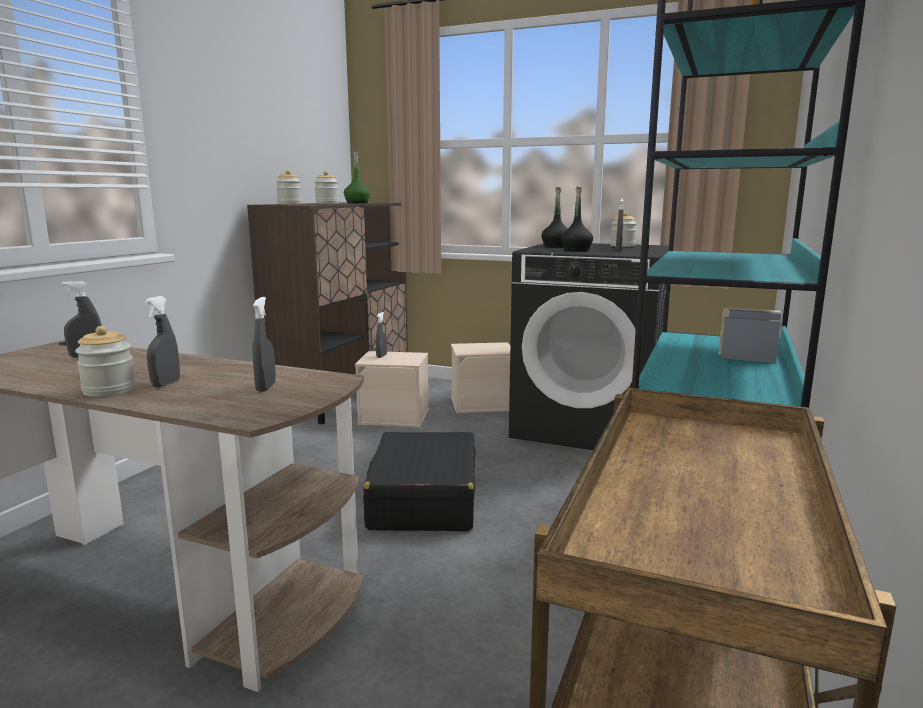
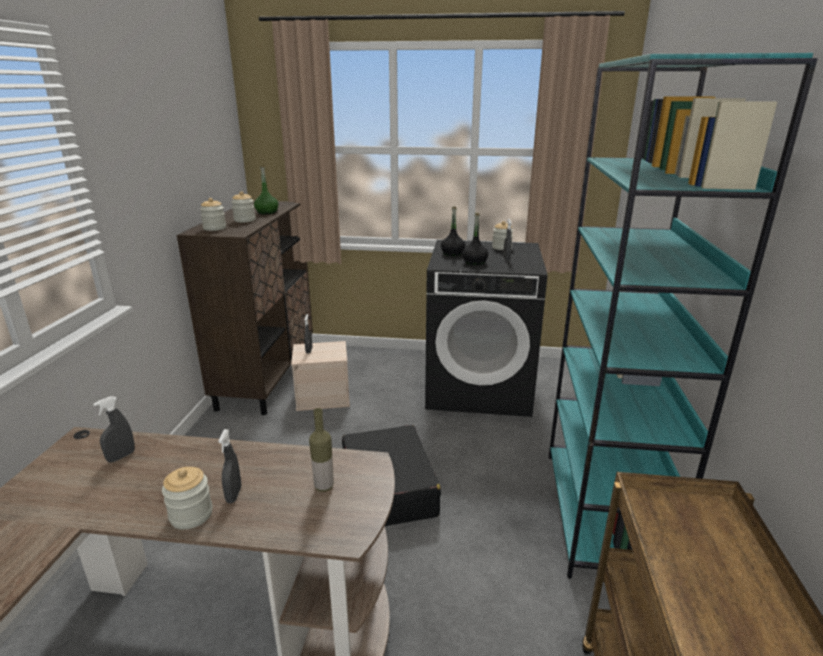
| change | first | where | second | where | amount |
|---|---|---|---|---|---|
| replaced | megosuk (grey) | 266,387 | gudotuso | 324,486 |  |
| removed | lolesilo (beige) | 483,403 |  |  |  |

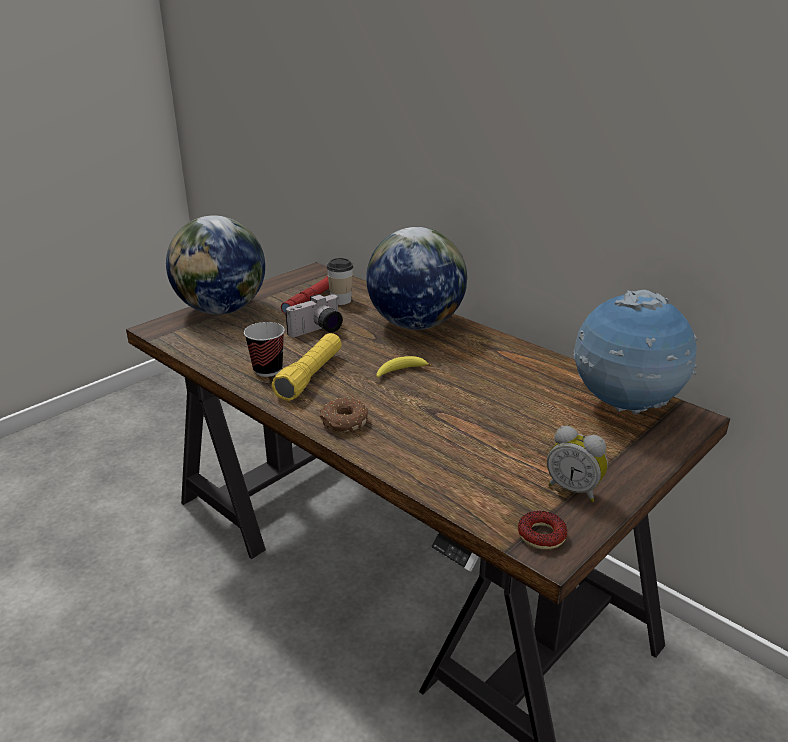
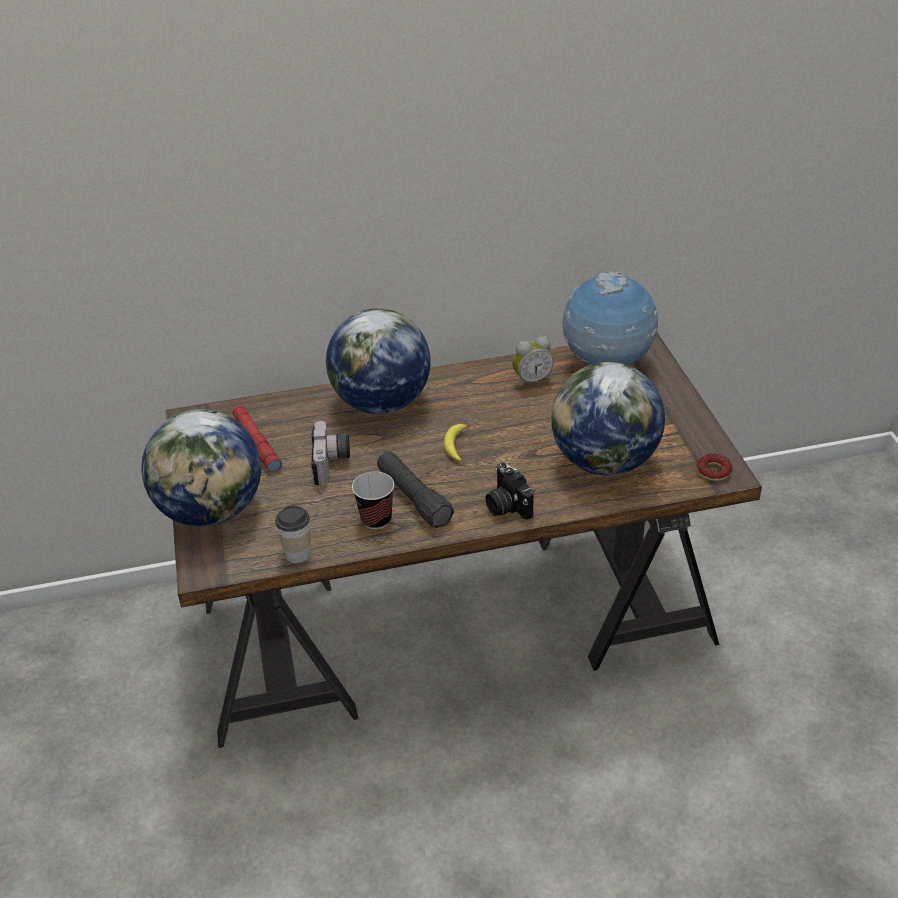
| change | first | where | second | where | amount |
|---|---|---|---|---|---|
| moved | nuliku | 341,300 |  | 297,553 |  |
| recoloured | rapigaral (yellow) | 310,376 | rapigaral (black) | 413,498 |  |
| replaced | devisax | 344,422 | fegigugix | 506,506 |  |
| moved | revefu | 574,489 |  | 531,380 |  |
| added |  |  | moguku | 604,462 |  |

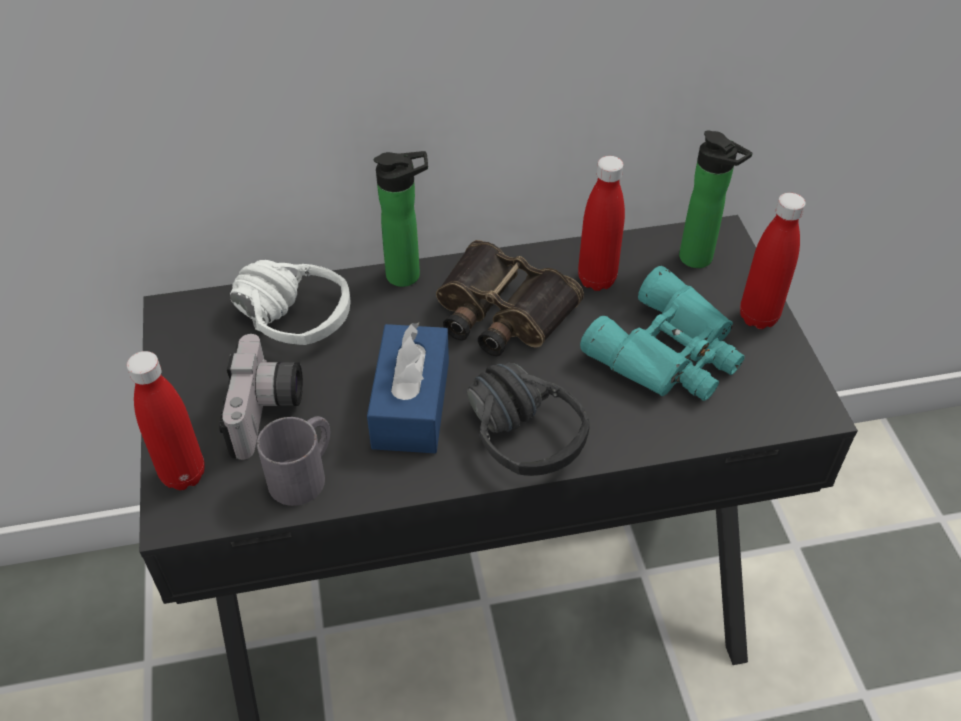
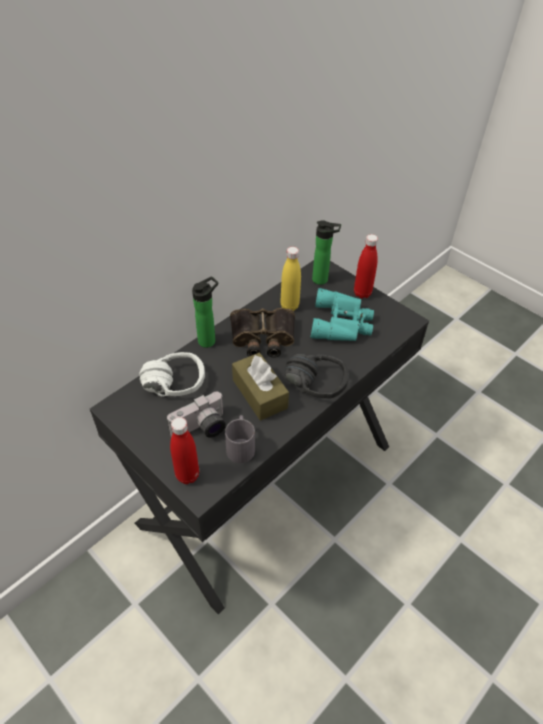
| change | first | where | second | where | amount |
|---|---|---|---|---|---|
| recoloured | gudotuso (red) | 596,279 | gudotuso (yellow) | 289,306 |  |
| recoloured | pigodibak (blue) | 411,404 | pigodibak (brown) | 259,394 |  |
| turned | fegigugix | 268,413 |  | 201,429 | 90 degrees clockwise |

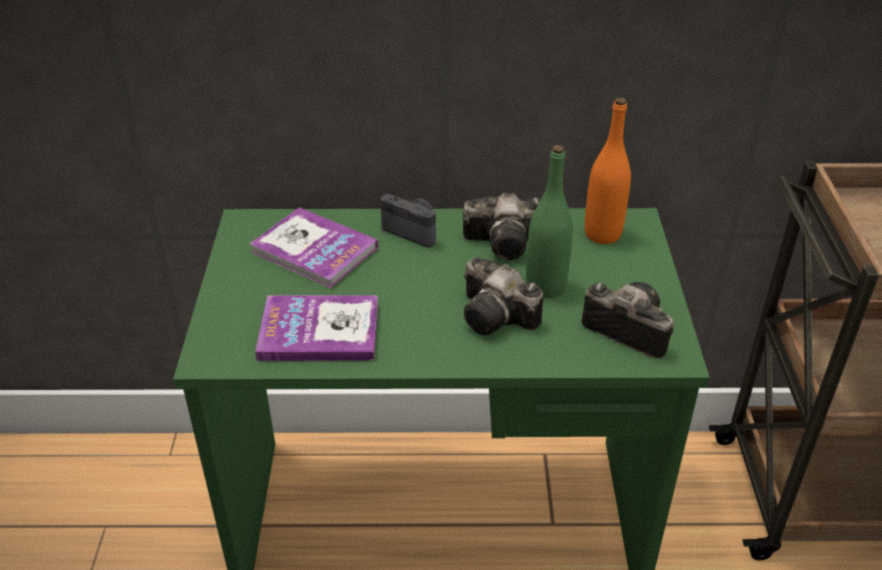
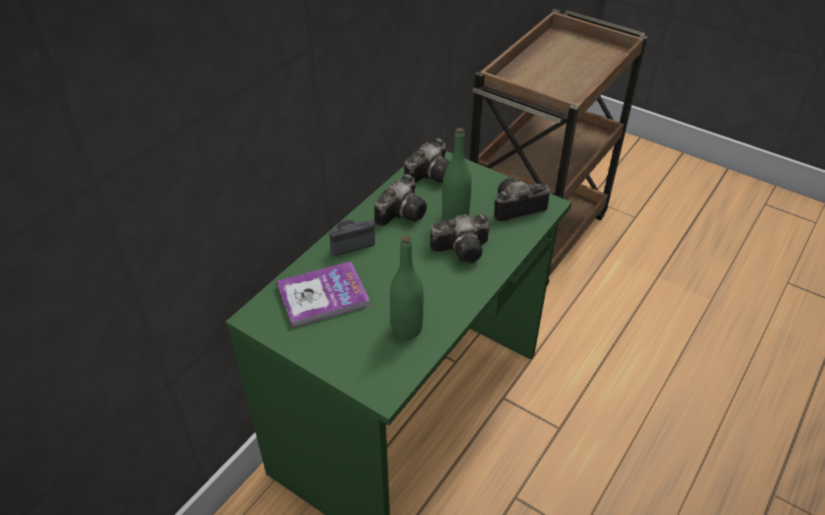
| change | first | where | second | where | amount |
|---|---|---|---|---|---|
| replaced | gudotuso (orange) | 602,234 | fegigugix | 432,174 |  |
| replaced | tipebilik | 319,331 | gudotuso (green) | 407,328 |  |

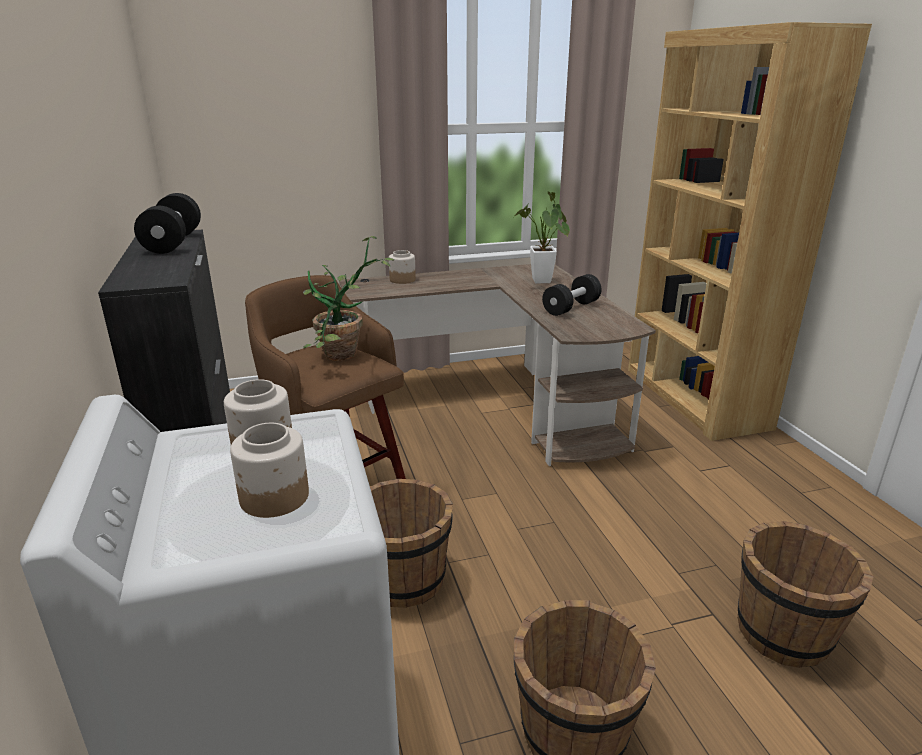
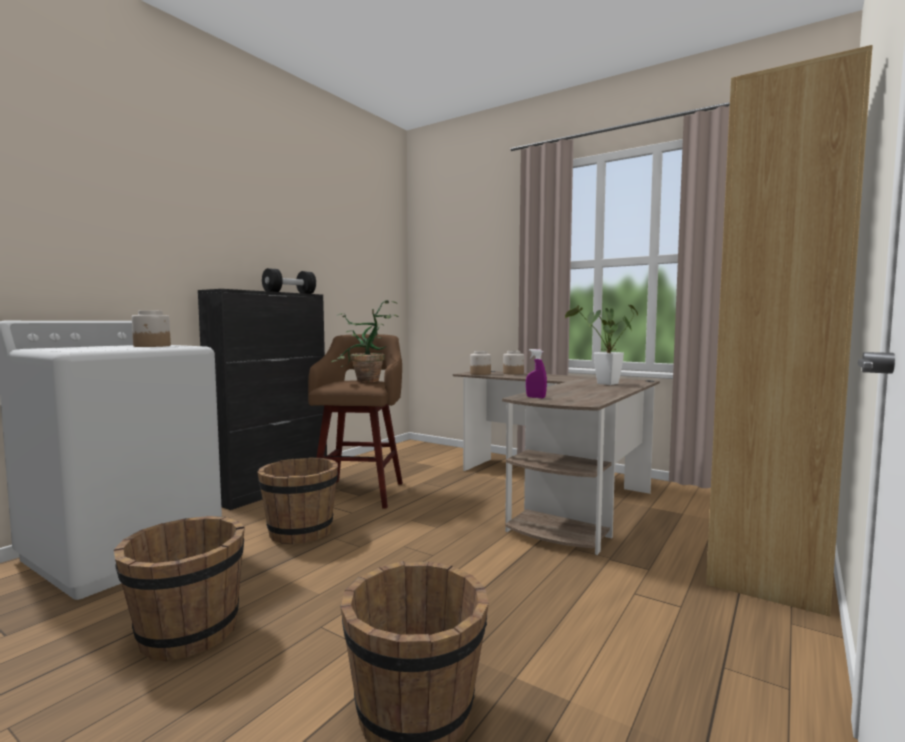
| change | first | where | second | where | amount |
|---|---|---|---|---|---|
| removed | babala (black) | 571,308 |  |  |  |
| moved | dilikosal | 274,498 |  | 480,374 |  |
| added |  |  | megosuk (purple) | 535,397 |  |

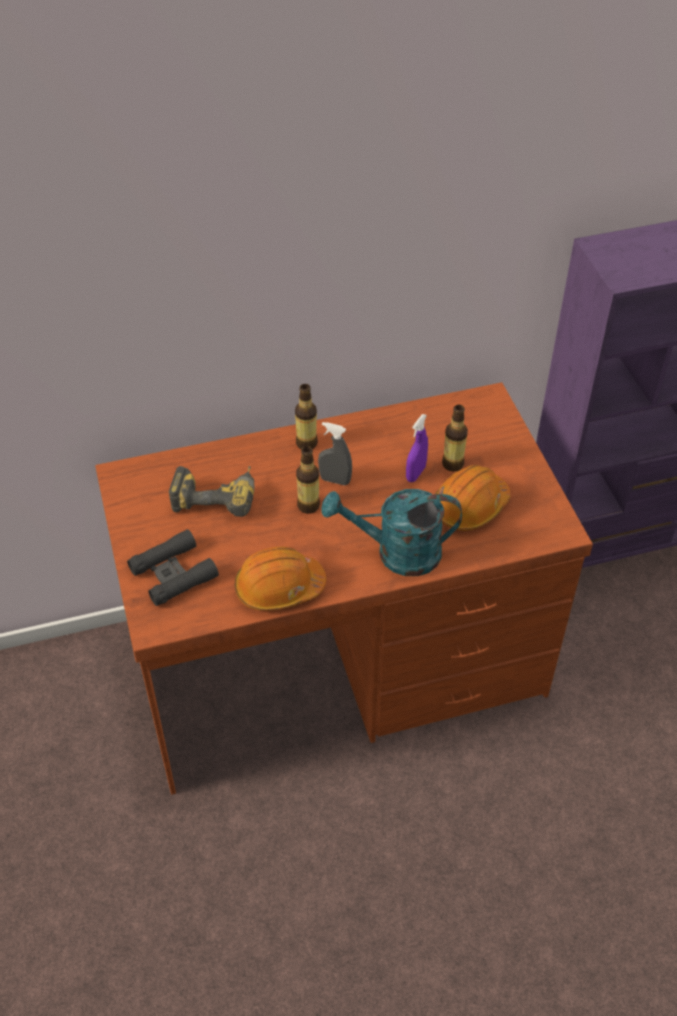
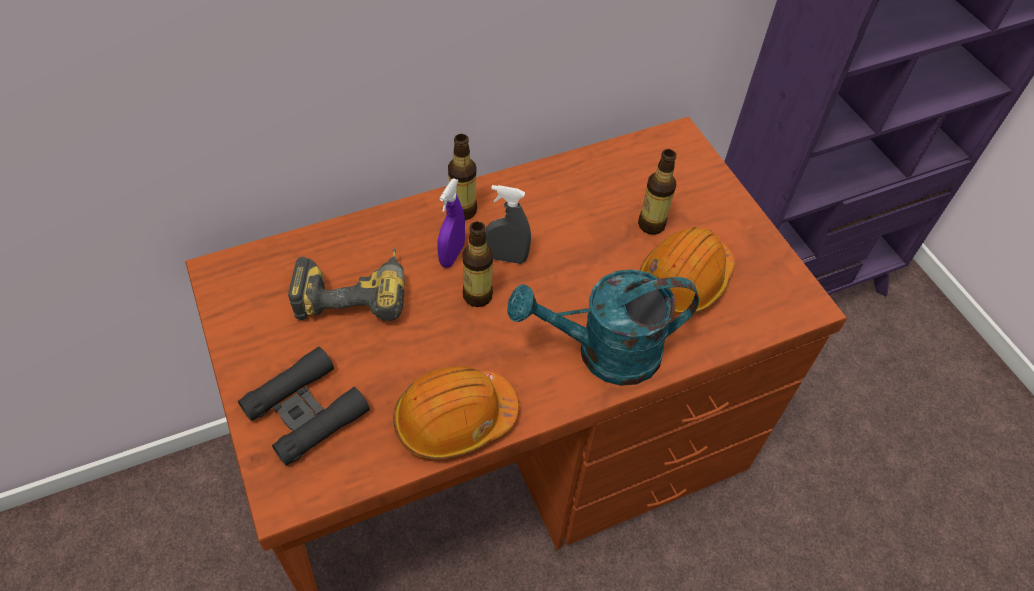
| change | first | where | second | where | amount |
|---|---|---|---|---|---|
| moved | megosuk (purple) | 415,473 |  | 452,255 |  |

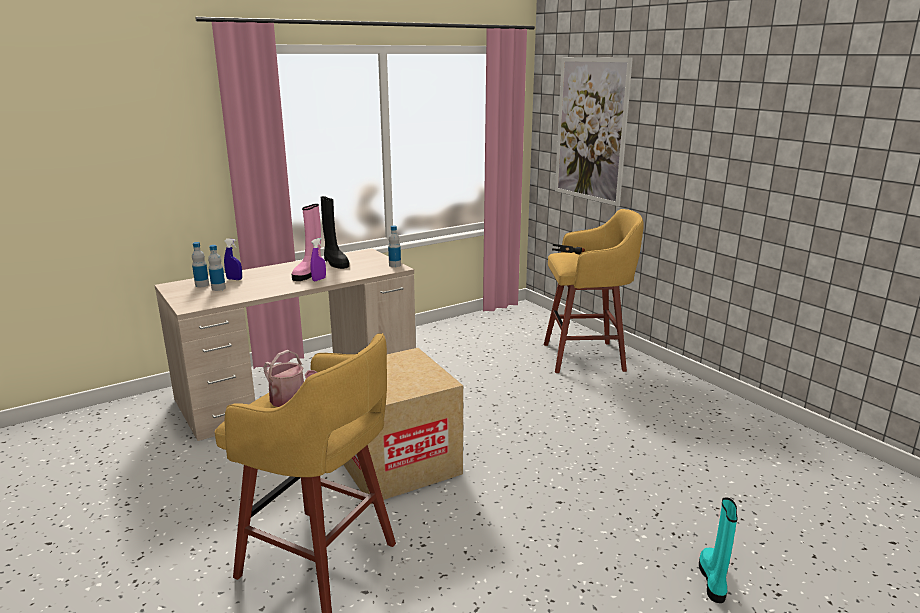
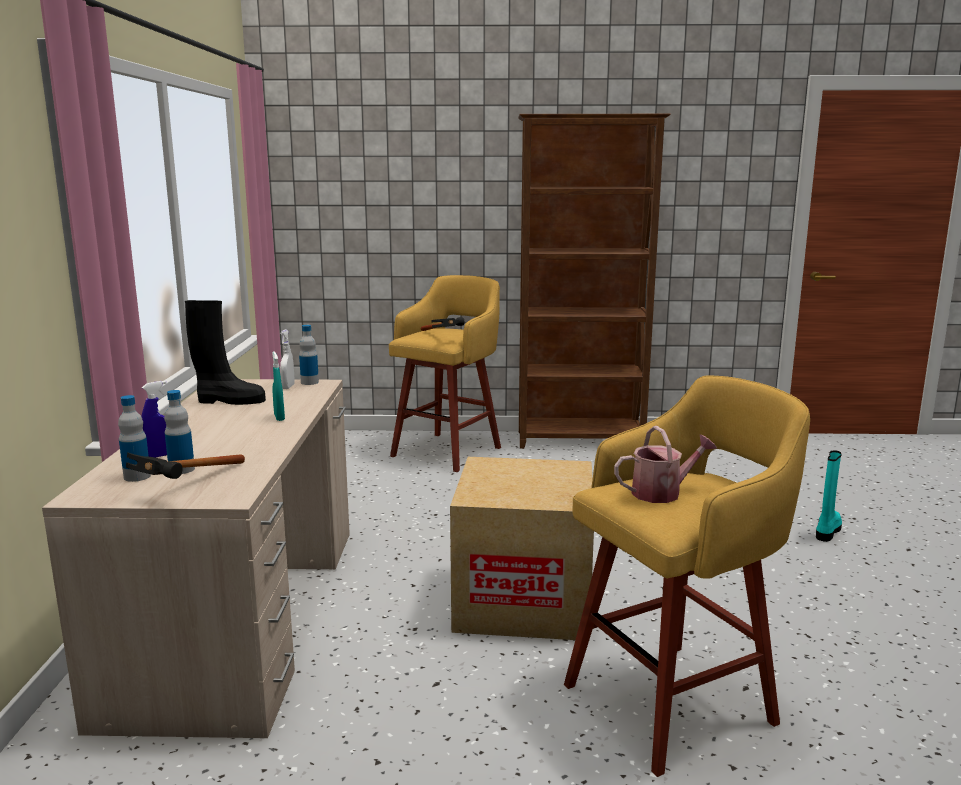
| change | first | where | second | where | amount |
|---|---|---|---|---|---|
| removed | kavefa | 591,130 |  |  |  |
| removed | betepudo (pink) | 309,274 |  |  |  |
| recoloured | megosuk (purple) | 319,279 | megosuk (turquoise) | 279,417 |  |
| turned | betepudo (turquoise) | 713,580 |  | 827,531 | 75 degrees clockwise |
| added |  |  | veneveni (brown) | 581,441 |  |
| added |  |  | megosuk (white) | 288,387 |  |
| added |  |  | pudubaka | 186,488 |  |

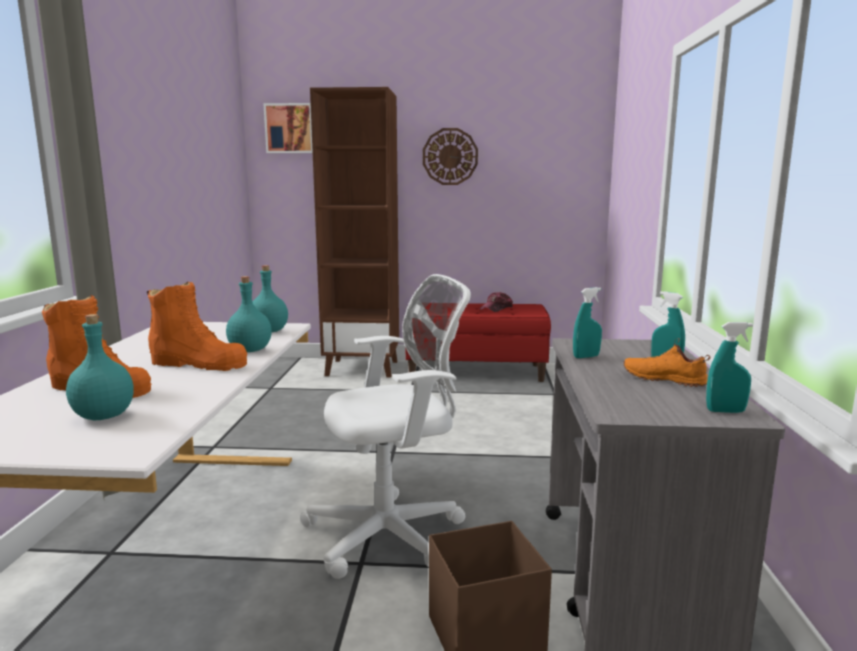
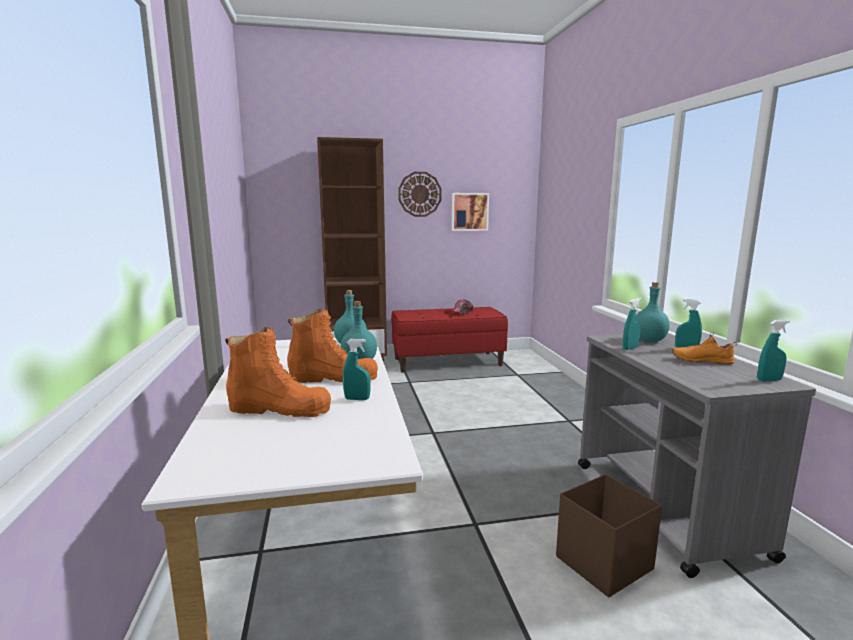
| change | first | where | second | where | amount |
|---|---|---|---|---|---|
| moved | kavefa | 290,128 |  | 469,211 |  |
| removed | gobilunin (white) | 392,535 |  |  |  |
| moved | gudotuso (turquoise) | 105,416 |  | 649,340 |  |
| added |  |  | megosuk (turquoise) | 357,399 |  |

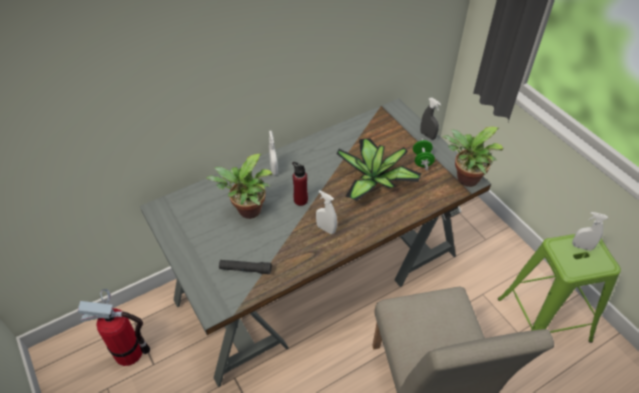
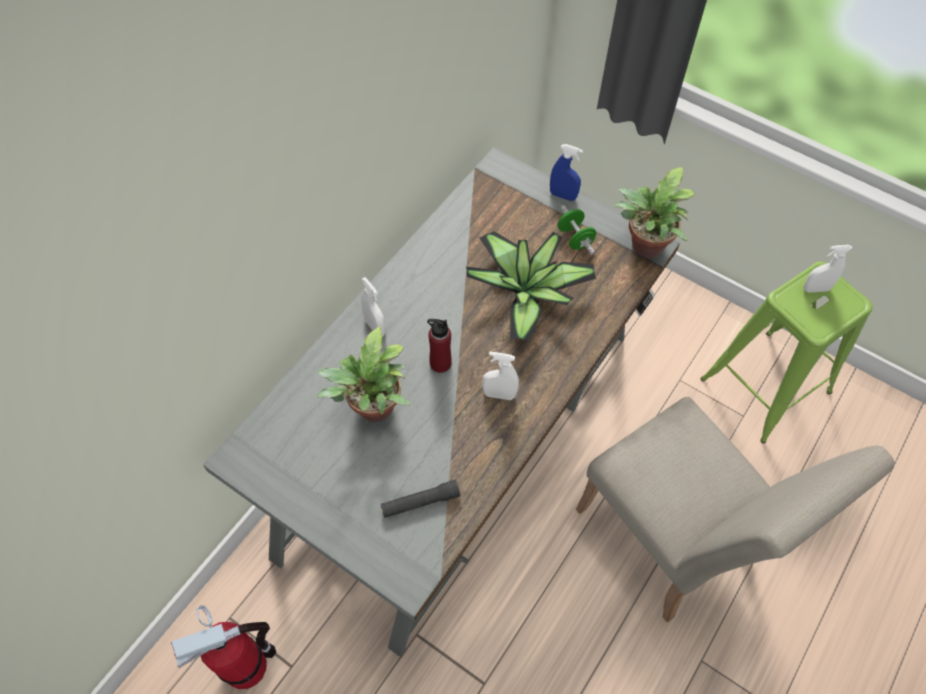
| change | first | where | second | where | amount |
|---|---|---|---|---|---|
| recoloured | megosuk (grey) | 427,135 | megosuk (blue) | 563,195 |  |

